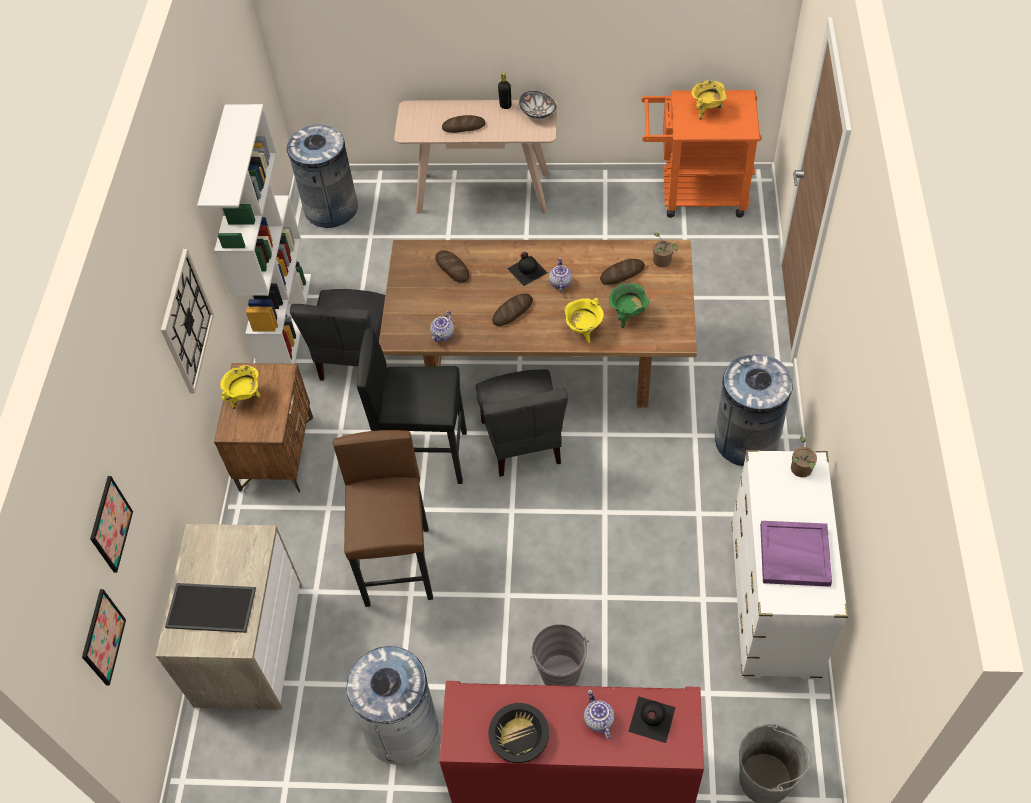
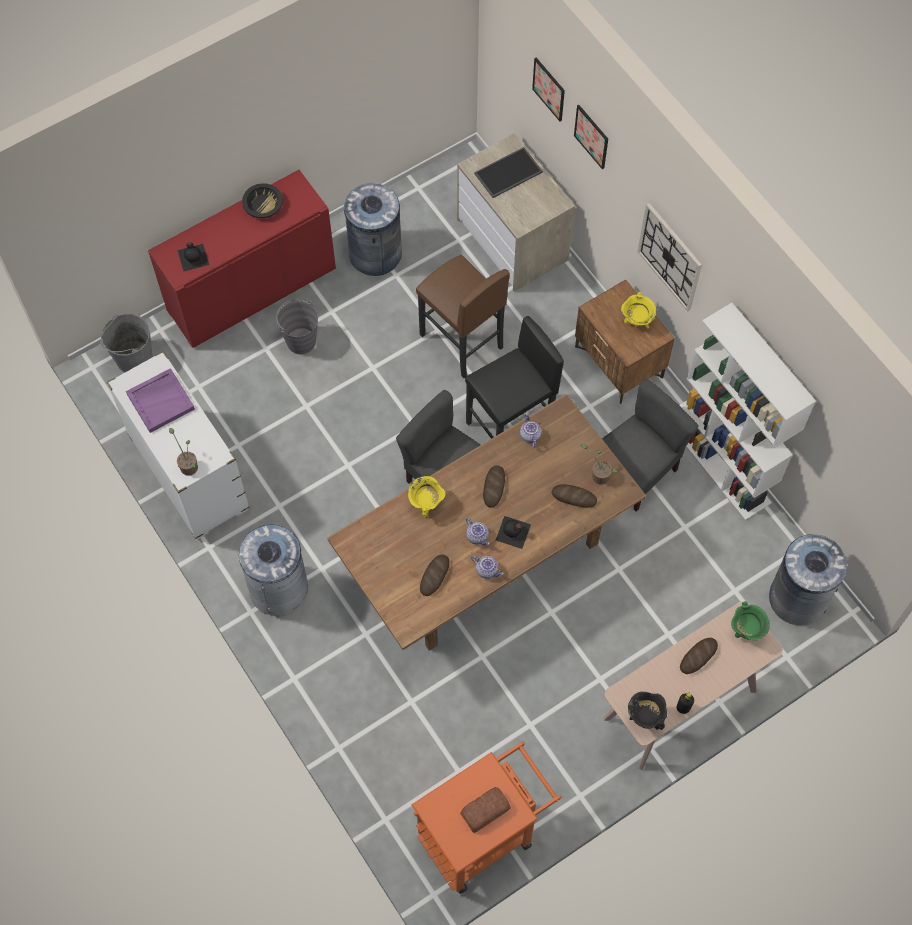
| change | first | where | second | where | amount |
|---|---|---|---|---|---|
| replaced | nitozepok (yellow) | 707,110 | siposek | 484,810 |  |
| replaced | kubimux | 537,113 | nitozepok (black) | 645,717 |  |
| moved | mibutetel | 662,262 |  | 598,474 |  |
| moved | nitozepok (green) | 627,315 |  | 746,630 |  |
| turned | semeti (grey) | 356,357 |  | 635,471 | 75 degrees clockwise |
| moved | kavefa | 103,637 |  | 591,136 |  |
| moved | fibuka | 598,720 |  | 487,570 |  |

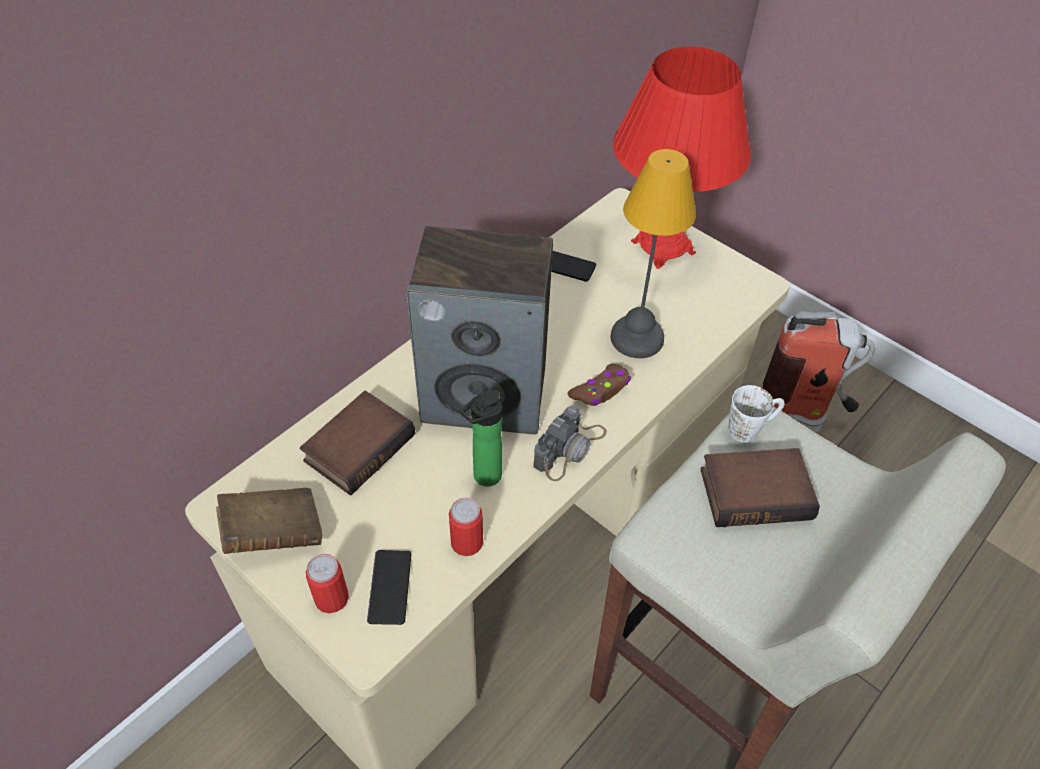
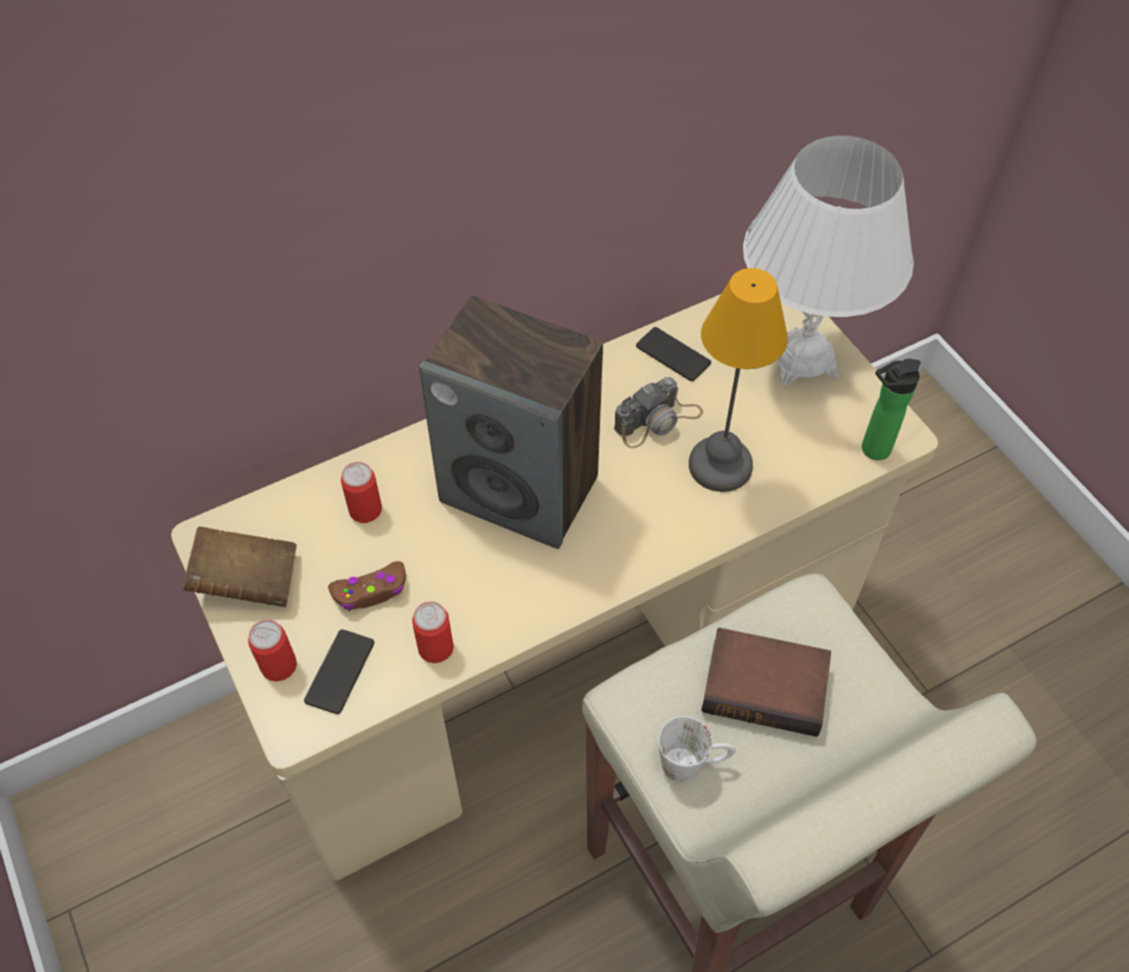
| change | first | where | second | where | amount |
|---|---|---|---|---|---|
| recoloured | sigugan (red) | 662,247 | sigugan (white) | 801,359 |  |
| removed | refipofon | 799,421 |  |  |  |
| moved | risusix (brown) | 600,390 |  | 371,591 |  |
| moved | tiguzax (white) | 751,427 |  | 693,763 |  |
| moved | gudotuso | 484,478 |  | 871,450 |  |
| replaced | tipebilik | 358,446 | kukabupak | 365,510 |  |
| moved | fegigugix | 570,448 |  | 658,420 |  |

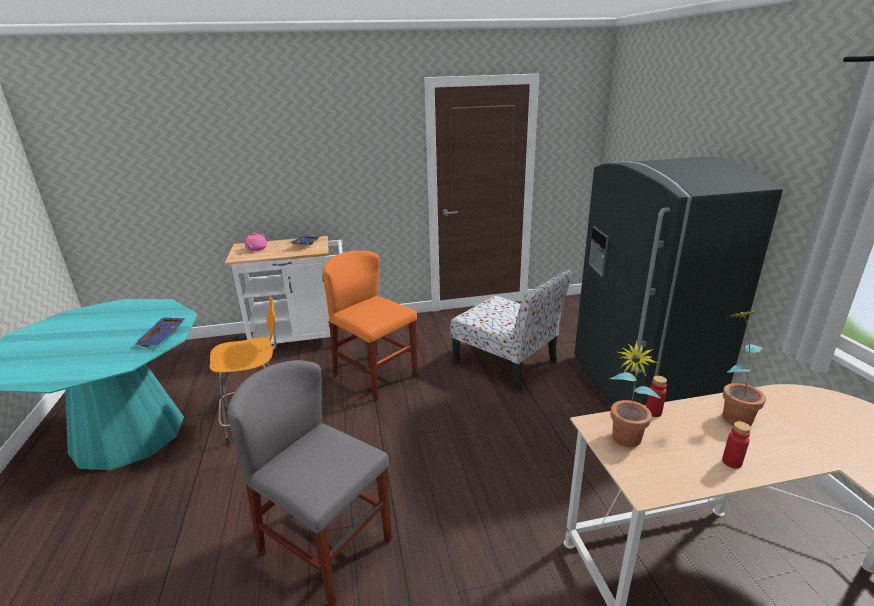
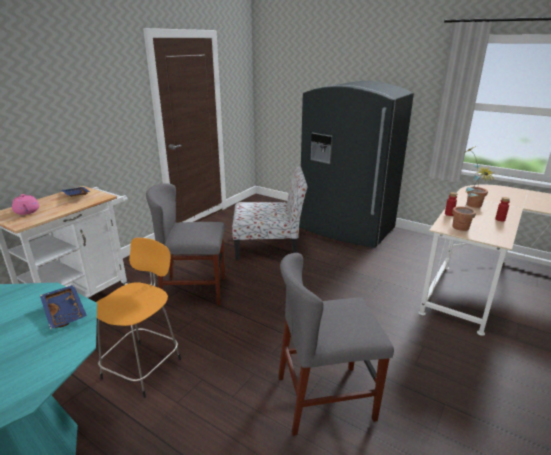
| change | first | where | second | where | amount |
|---|---|---|---|---|---|
| recoloured | semeti (orange) | 375,376 | semeti (grey) | 194,291 |  |

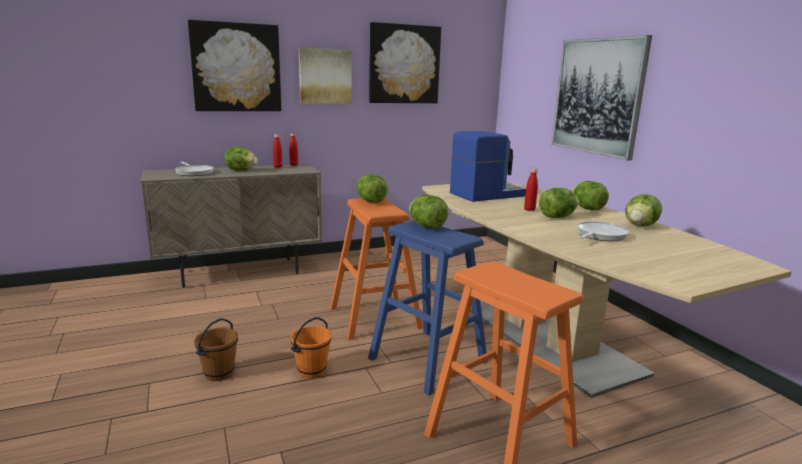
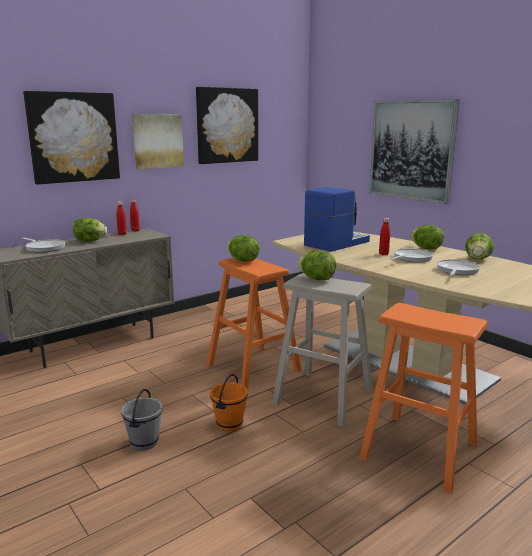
| change | first | where | second | where | amount |
|---|---|---|---|---|---|
| replaced | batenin | 557,217 | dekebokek | 411,258 |  |
| recoloured | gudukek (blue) | 427,360 | gudukek (beige) | 322,397 |  |
| recoloured | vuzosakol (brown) | 218,373 | vuzosakol (grey) | 144,442 |  |

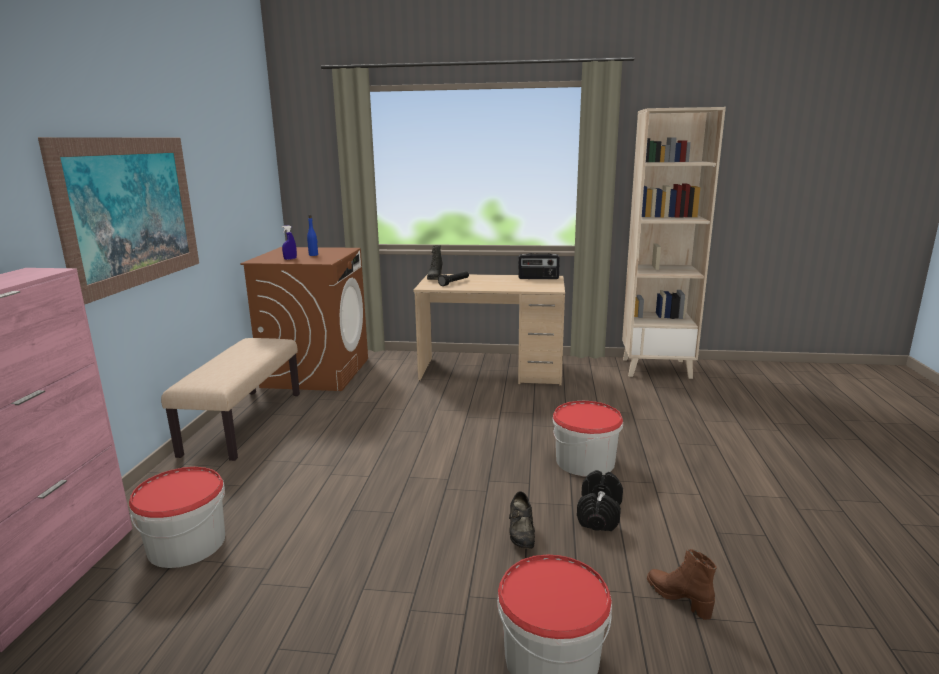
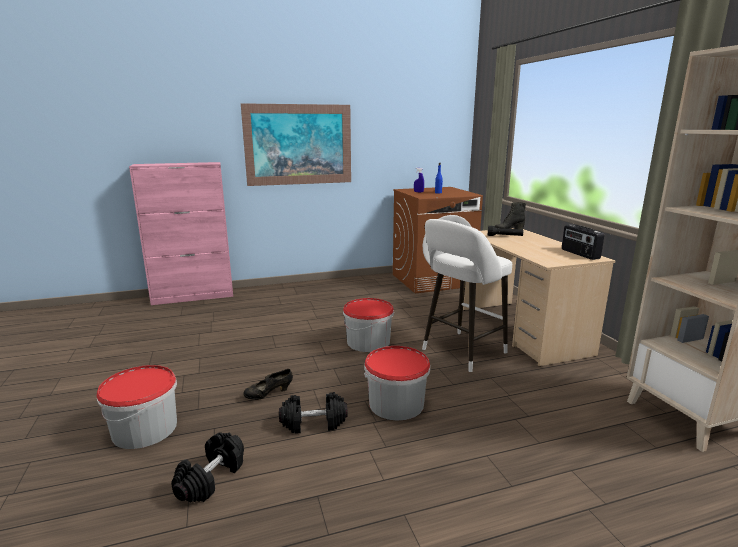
| change | first | where | second | where | amount |
|---|---|---|---|---|---|
| removed | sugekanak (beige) | 243,423 |  |  |  |
| moved | vuzosakol | 186,543 |  | 368,342 |  |
| replaced | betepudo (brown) | 679,598 | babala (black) | 211,478 |  |
| added |  |  | gudukek (white) | 461,352 |  |

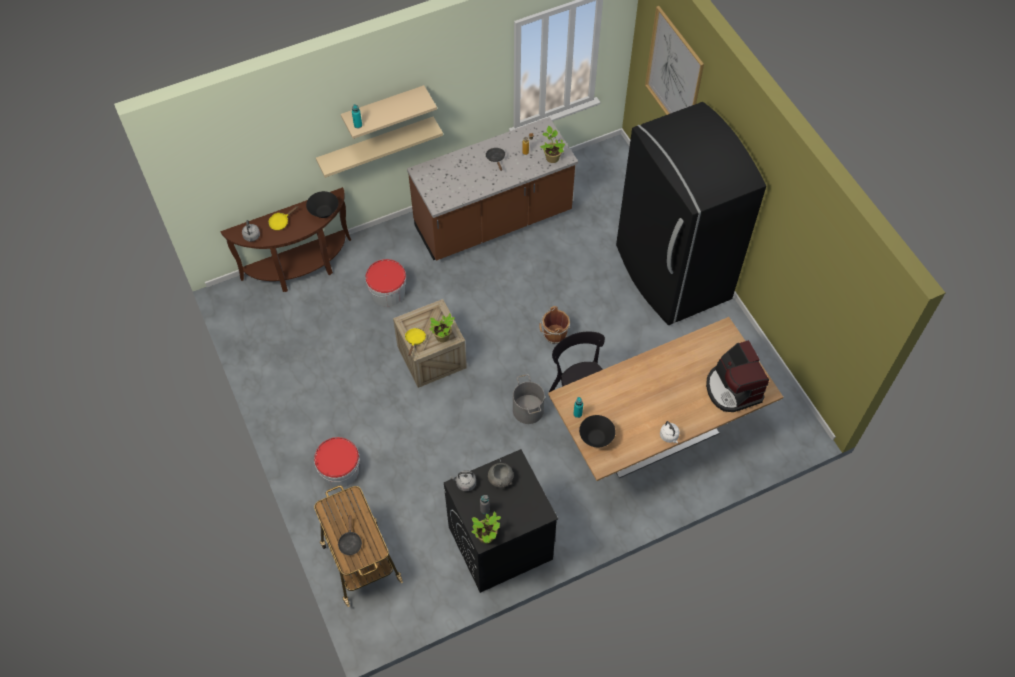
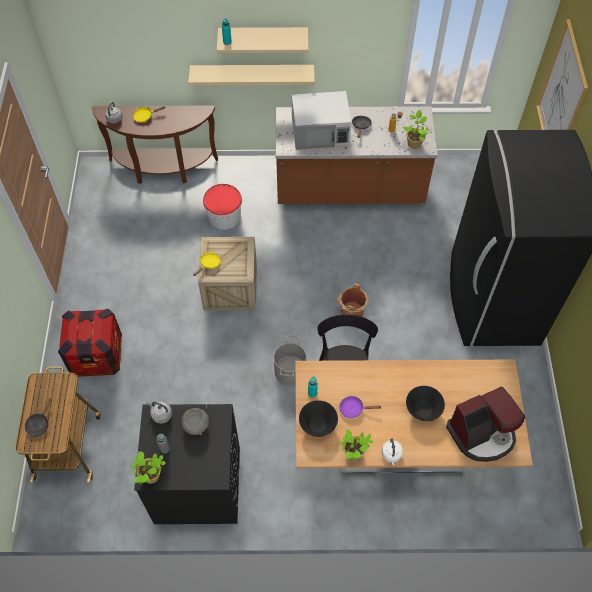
| change | first | where | second | where | amount |
|---|---|---|---|---|---|
| moved | kubimux (black) | 324,212 |  | 423,409 |  |
| moved | mibutetel | 443,337 |  | 354,454 |  |
| turned | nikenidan | 732,389 |  | 482,434 | 120 degrees counterclockwise |
| replaced | vuzosakol | 340,470 | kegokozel | 96,355 |  |
| added |  |  | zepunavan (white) | 320,131 |  |
| added |  |  | dekebokek (purple) | 354,409 |  |

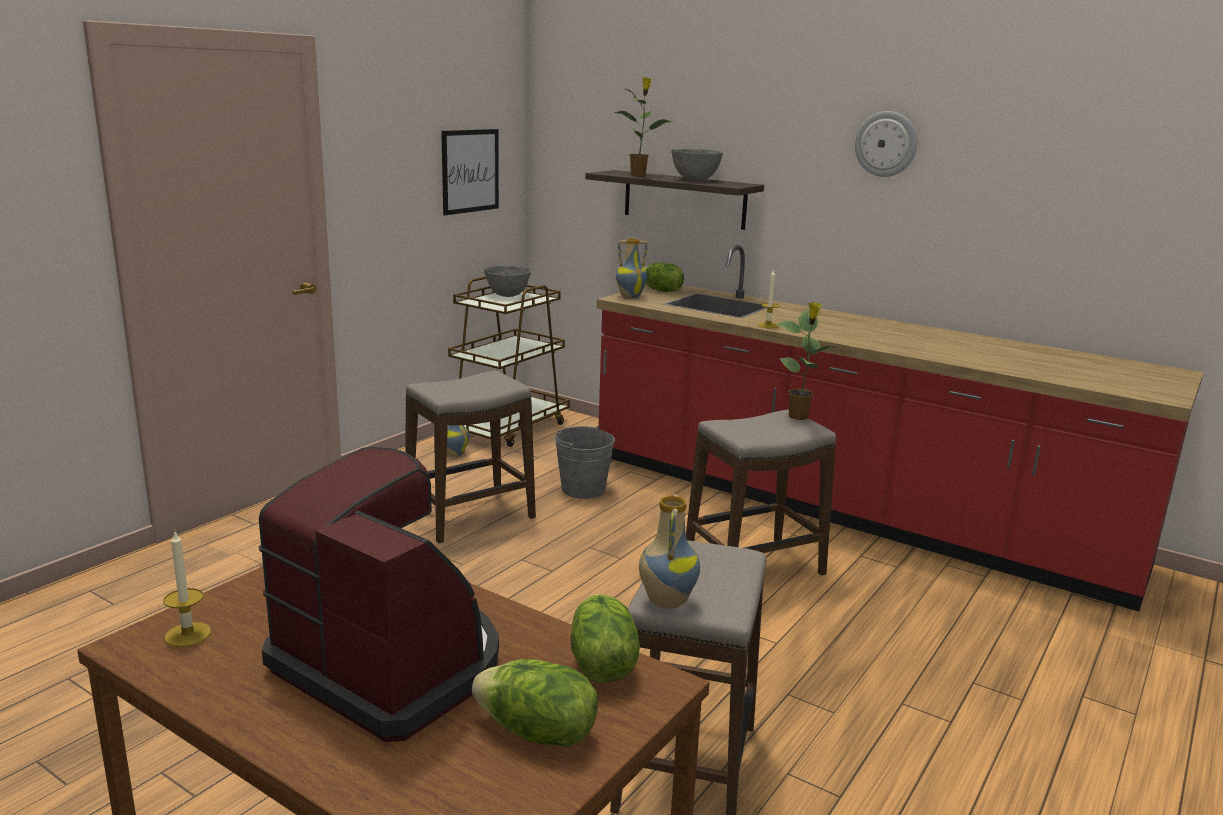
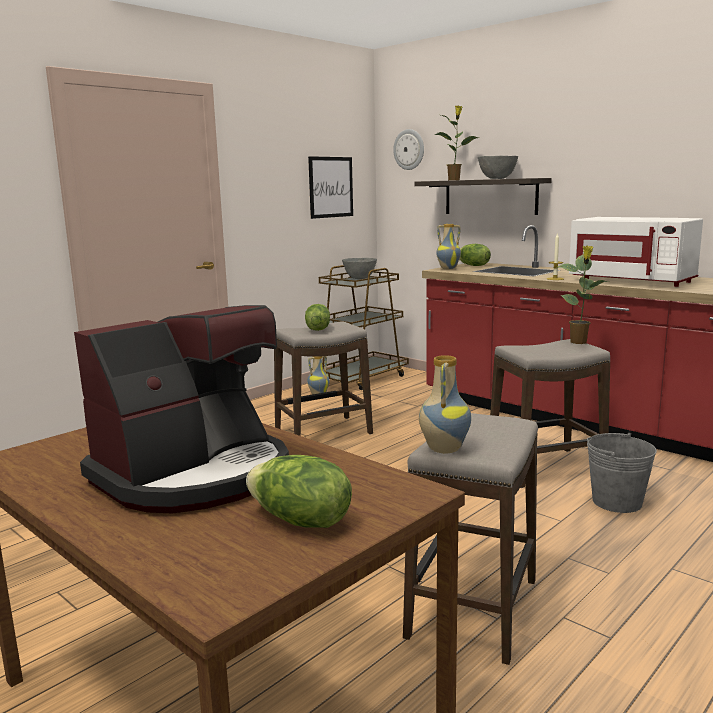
| change | first | where | second | where | amount |
|---|---|---|---|---|---|
| moved | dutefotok | 886,144 |  | 409,149 |  |
| moved | vuzosakol (grey) | 583,489 |  | 616,502 |  |
| turned | nikenidan | 391,665 |  | 195,475 | 90 degrees clockwise |
| removed | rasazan | 188,634 |  |  |  |
| moved | batenin | 600,664 |  | 317,329 |  |
| added |  |  | zepunavan (white) | 632,281 |  |

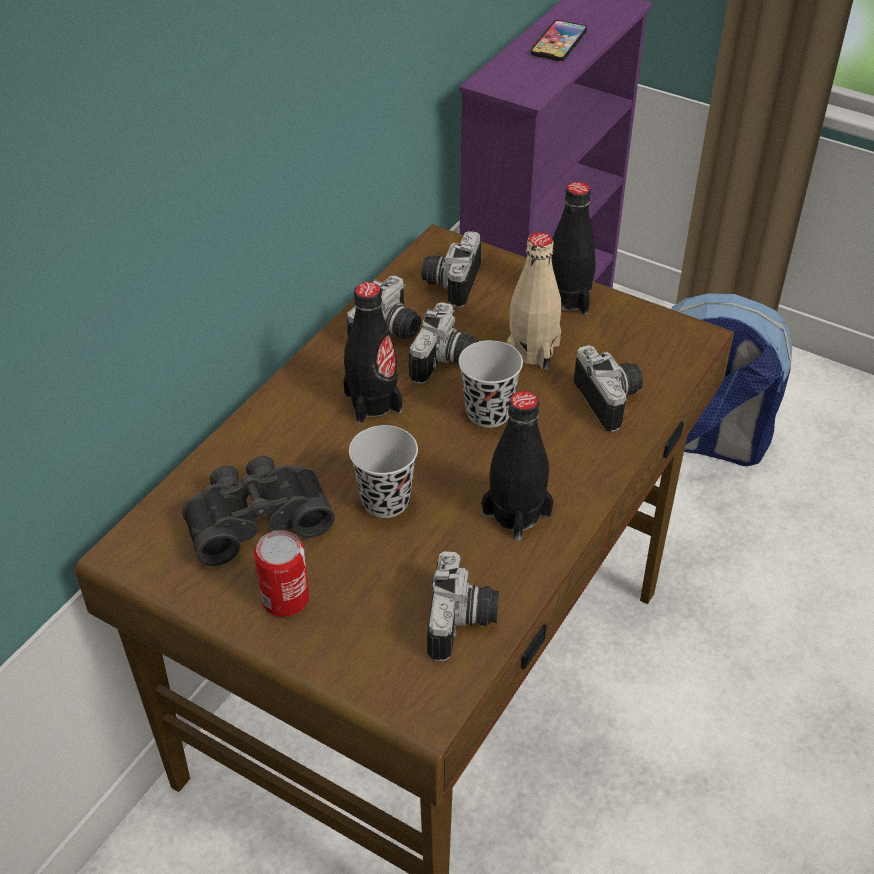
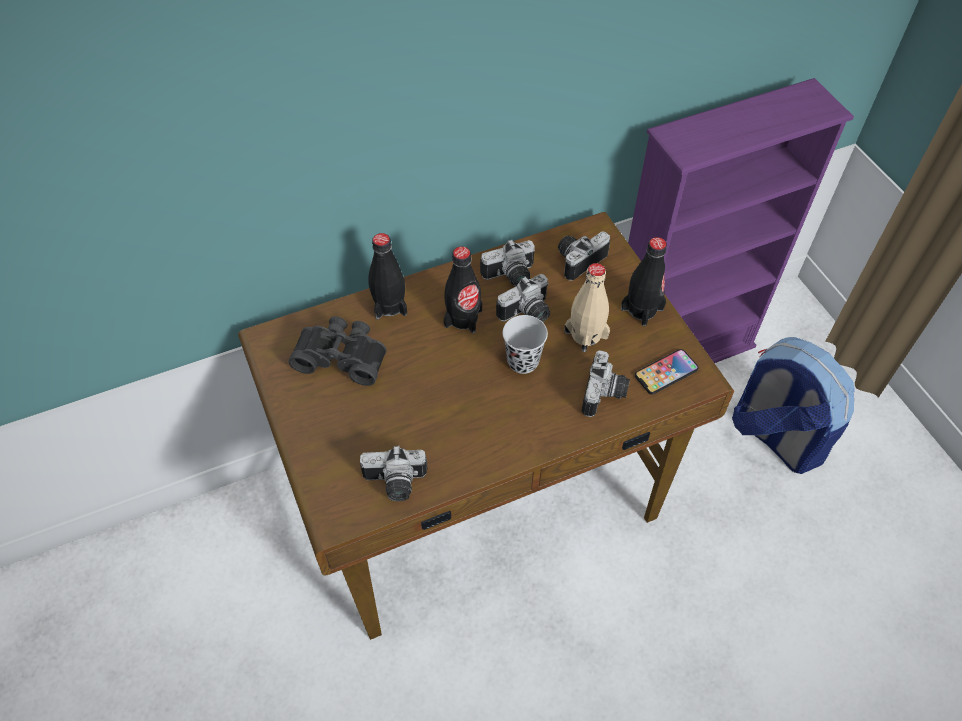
| change | first | where | second | where | amount |
|---|---|---|---|---|---|
| moved | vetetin | 559,42 |  | 666,372 |  |
| moved | gudotuso (black) | 516,514 |  | 389,305 |  |
| removed | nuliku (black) | 385,501 |  |  |  |
| removed | kukabupak | 285,599 |  |  |  |
| turned | fegigugix | 464,623 |  | 395,484 | 45 degrees clockwise |

